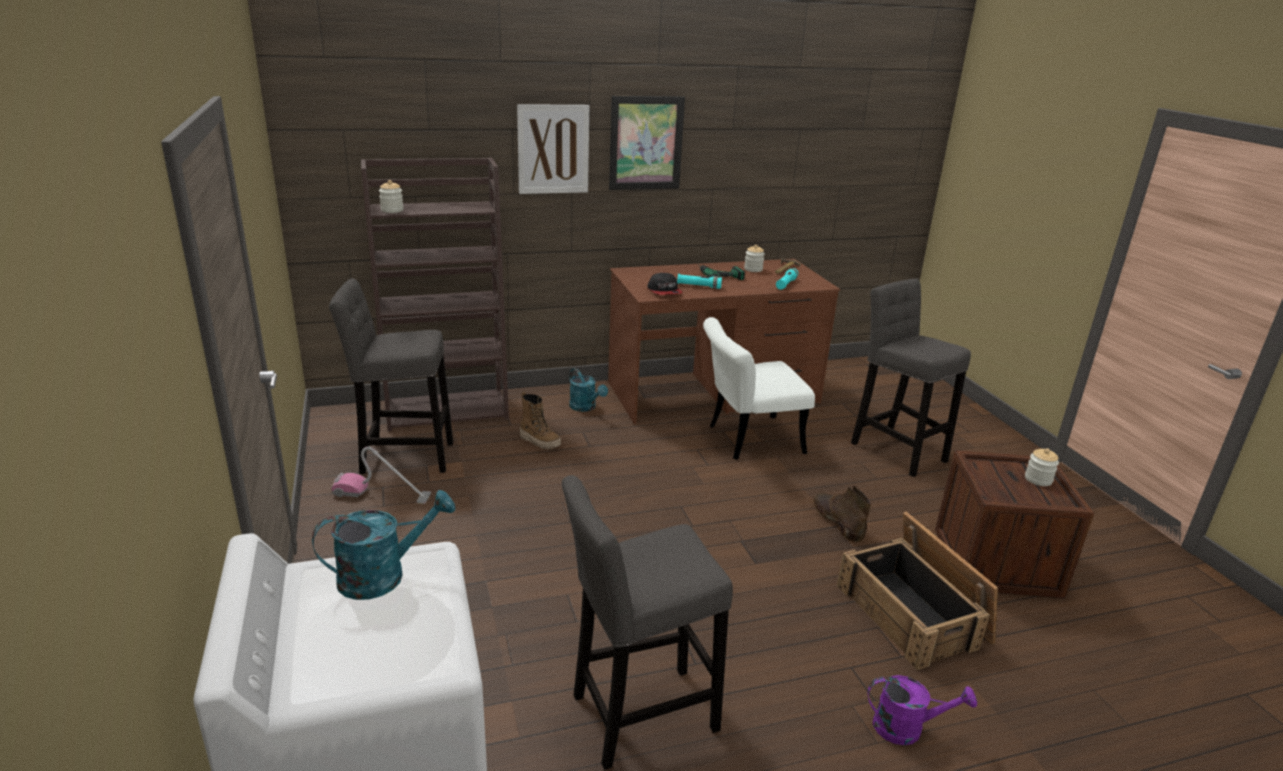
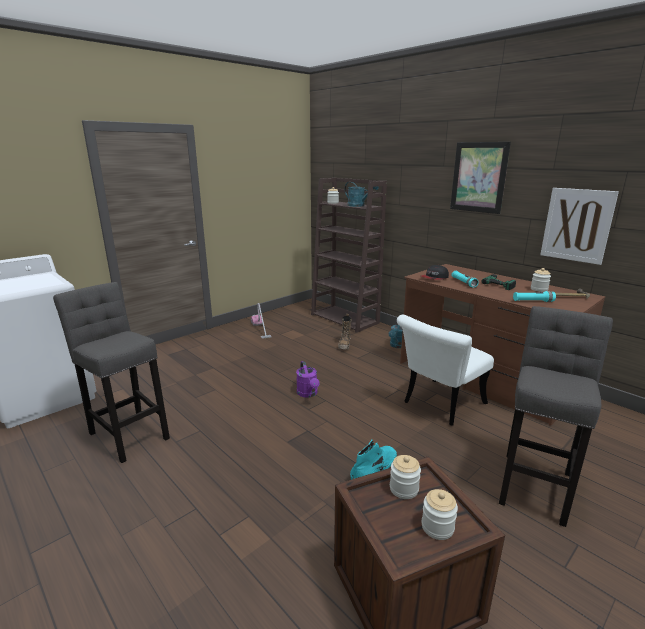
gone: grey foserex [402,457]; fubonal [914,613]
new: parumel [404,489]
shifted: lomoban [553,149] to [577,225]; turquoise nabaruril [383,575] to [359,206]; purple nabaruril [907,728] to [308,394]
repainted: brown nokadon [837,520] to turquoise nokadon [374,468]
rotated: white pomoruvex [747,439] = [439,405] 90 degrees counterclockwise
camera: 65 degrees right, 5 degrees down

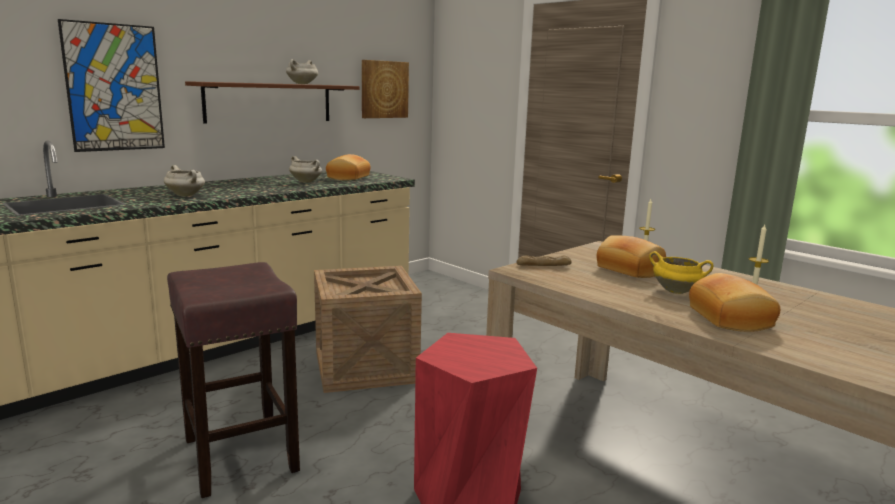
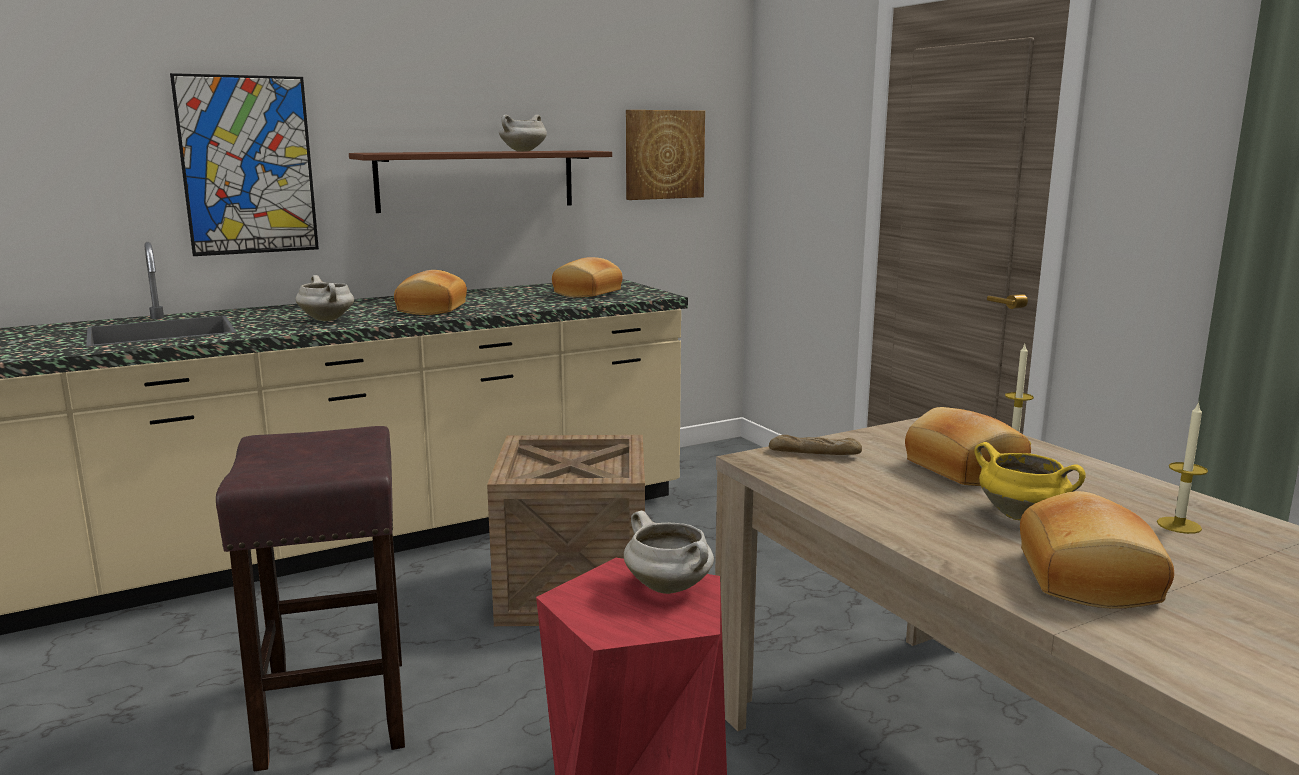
new: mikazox [430,309]
shifted: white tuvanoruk [306,182] to [670,587]
camera: 15 degrees right, 0 degrees up

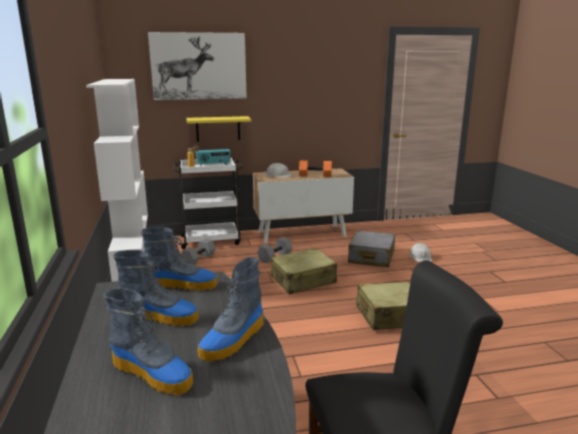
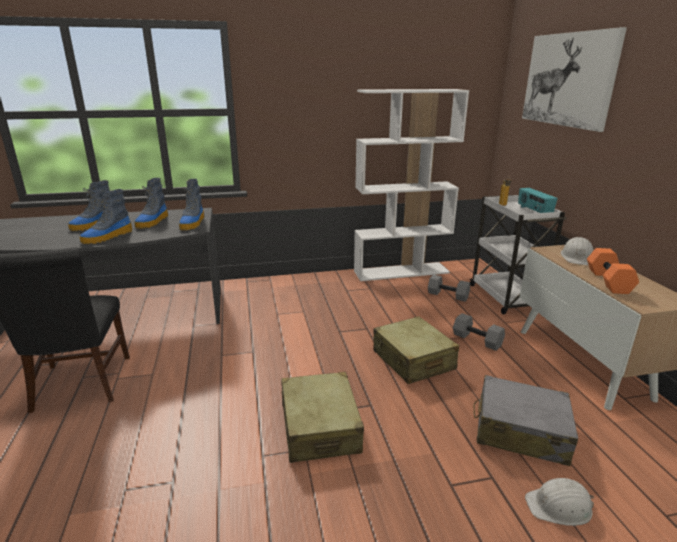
gone: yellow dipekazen [218,128]
rotated: nokadon [233,340] = [107,237] 90 degrees counterclockwise
camera: 90 degrees right, 5 degrees up

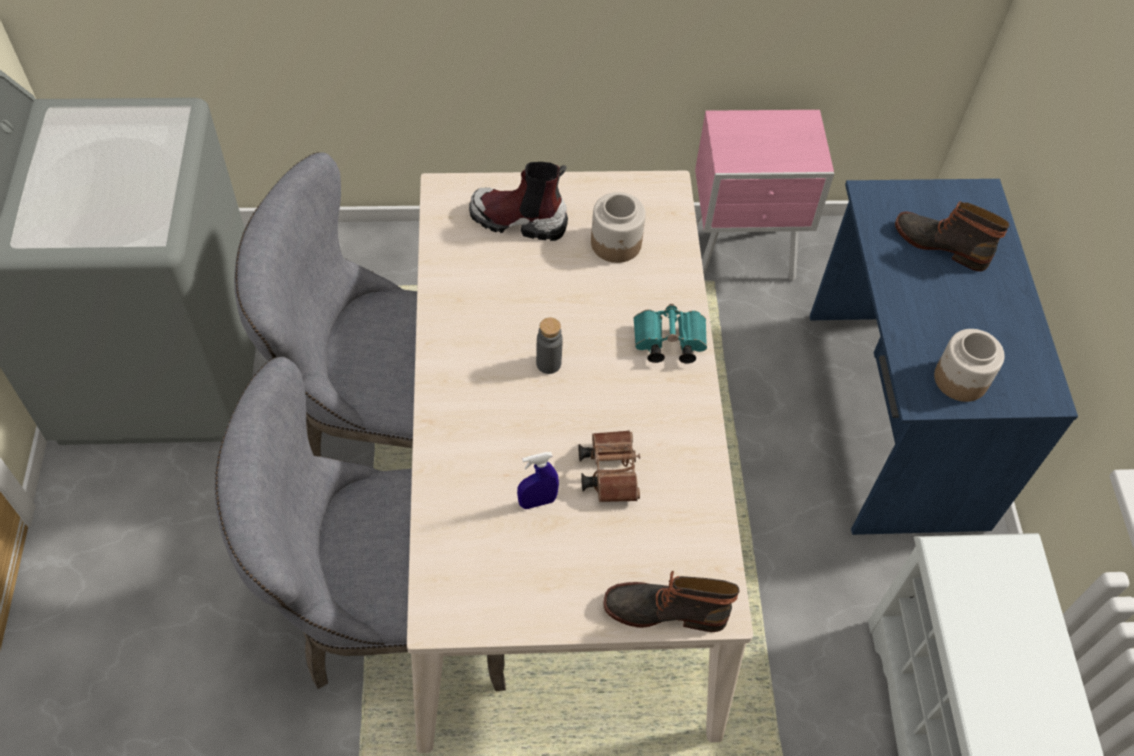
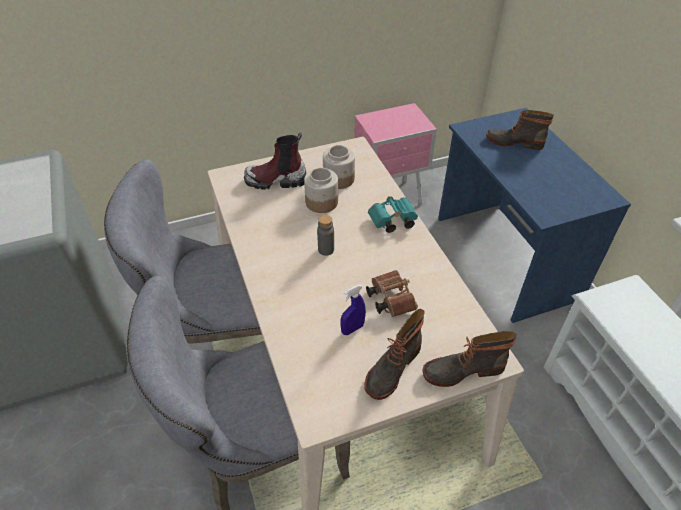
new: nokadon [392,368]
shifted: parumel [959,379] to [321,202]
camera: 15 degrees left, 10 degrees down

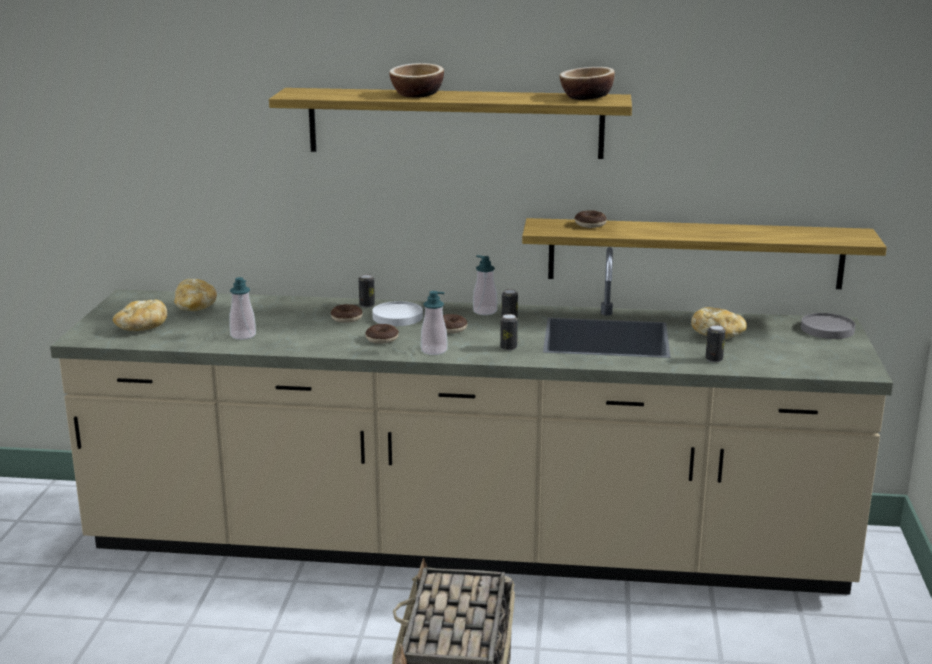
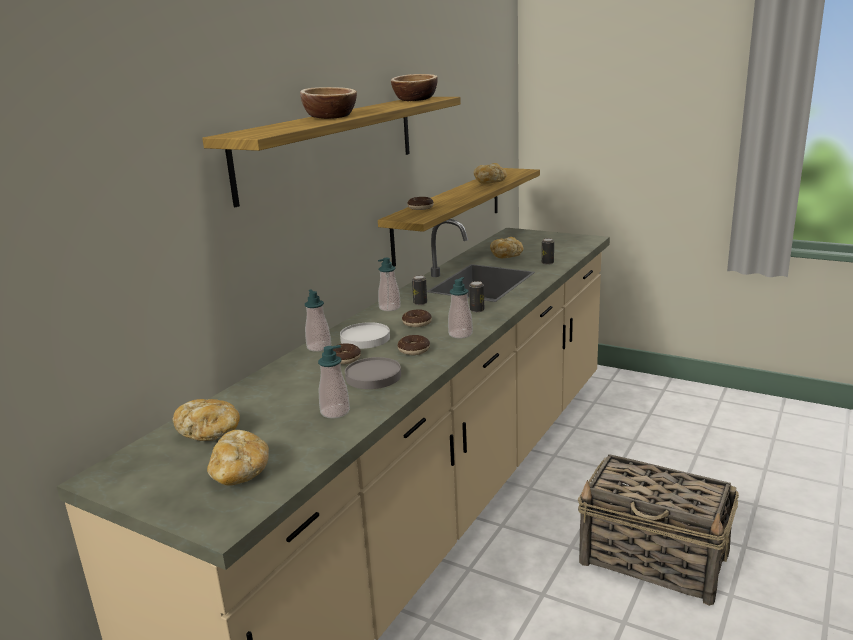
new: mikazox [490,182]
shifted: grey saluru [827,329] to [373,376]
swapped: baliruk [367,305] to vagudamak [319,347]
camera: 65 degrees left, 0 degrees up

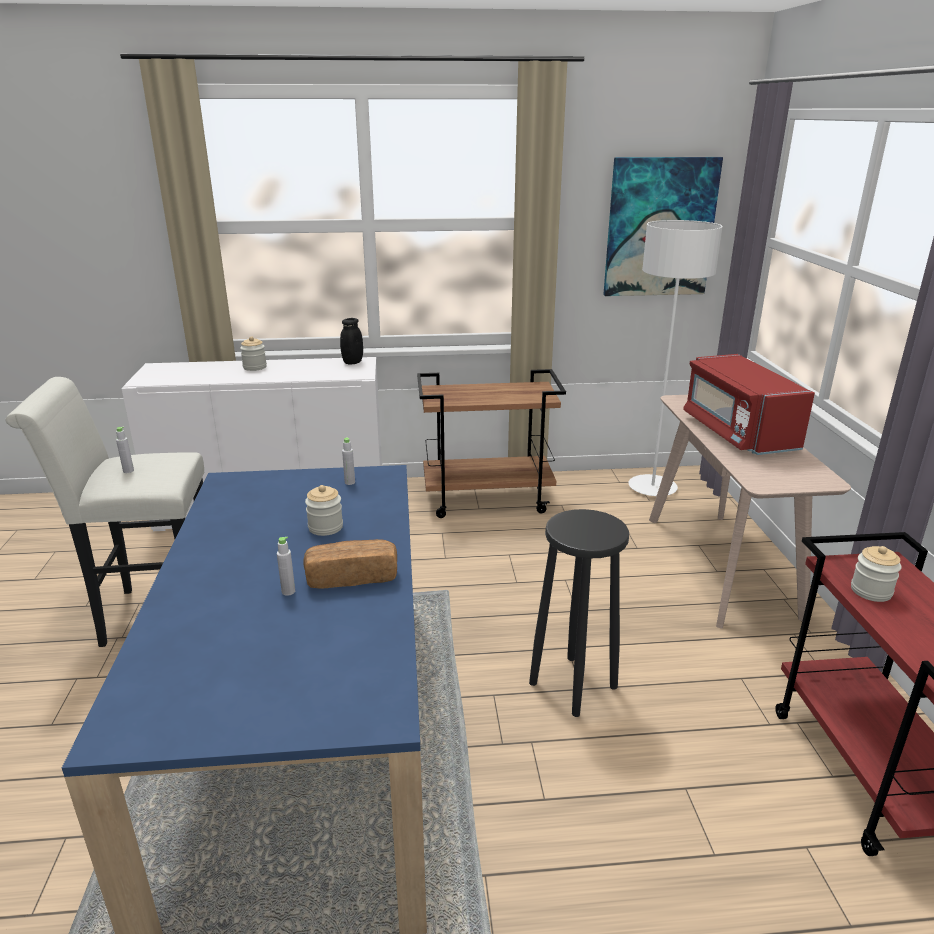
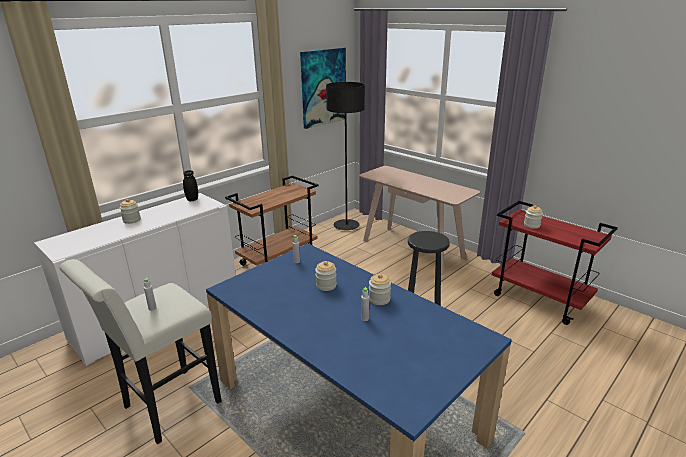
gone: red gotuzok [737,432]
swapped: mikazox [352,577] to parumel [379,299]
repainted: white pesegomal [652,488] to black pesegomal [346,226]
camera: 40 degrees left, 0 degrees up

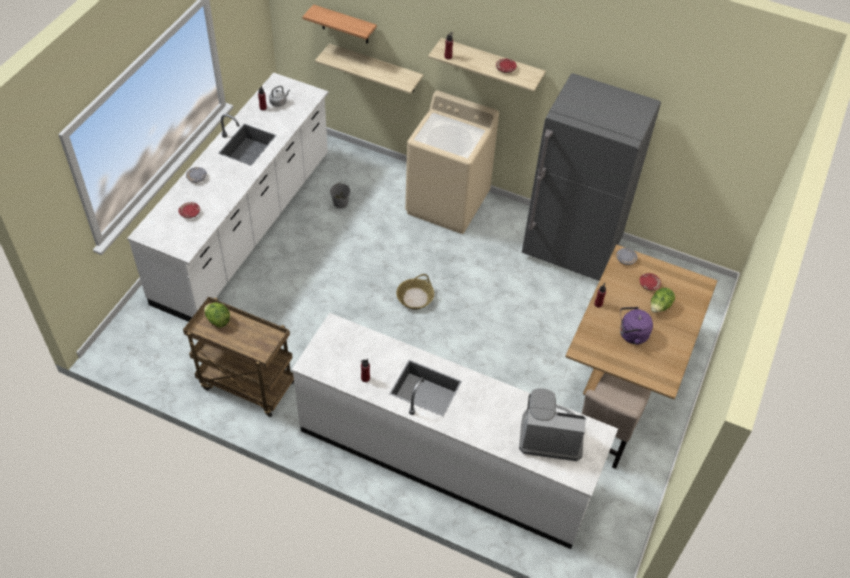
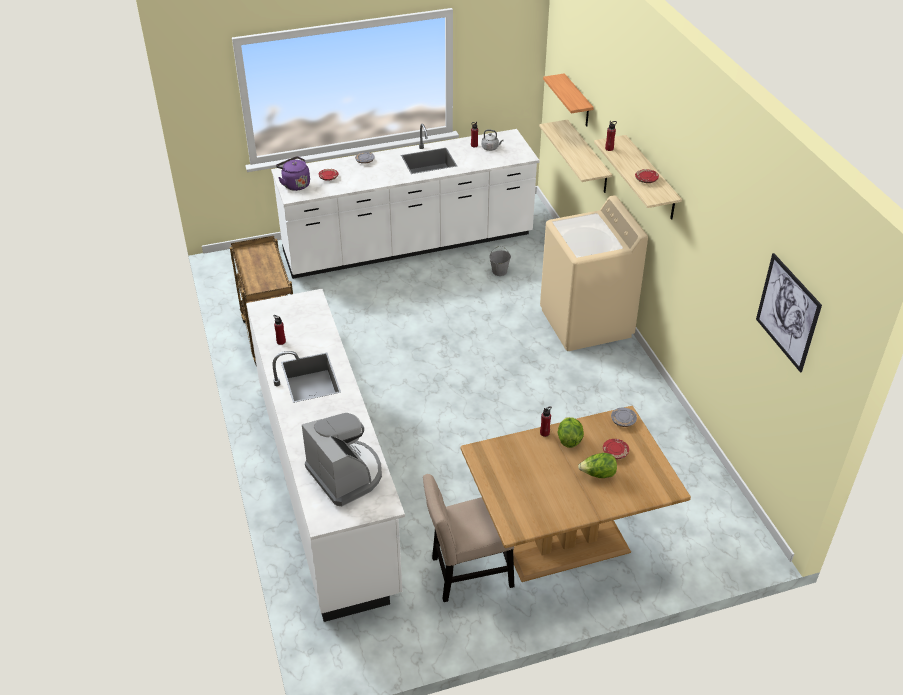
gone: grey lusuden [571,250]; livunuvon [415,297]
new: lomoban [787,312]
shifted: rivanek [218,320] to [569,439]; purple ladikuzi [631,334] to [295,184]
camera: 50 degrees right, 10 degrees down

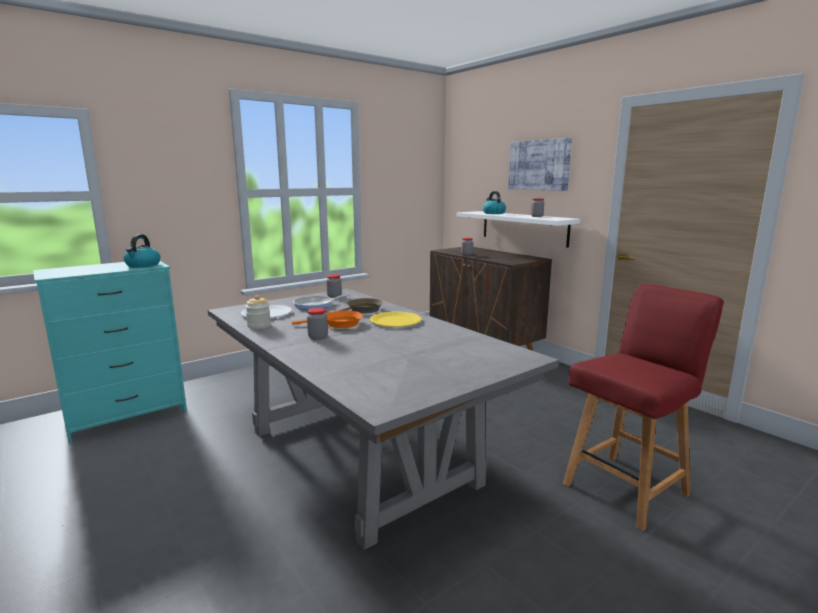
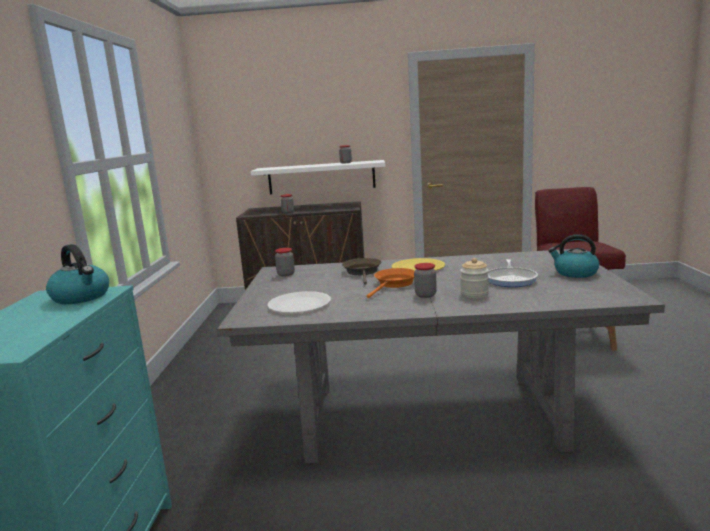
gone: lomoban [539,165]
shifted: ladikuzi [493,213] to [575,273]; parumel [259,326] to [474,294]; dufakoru [315,305] to [511,279]
camera: 50 degrees left, 0 degrees up

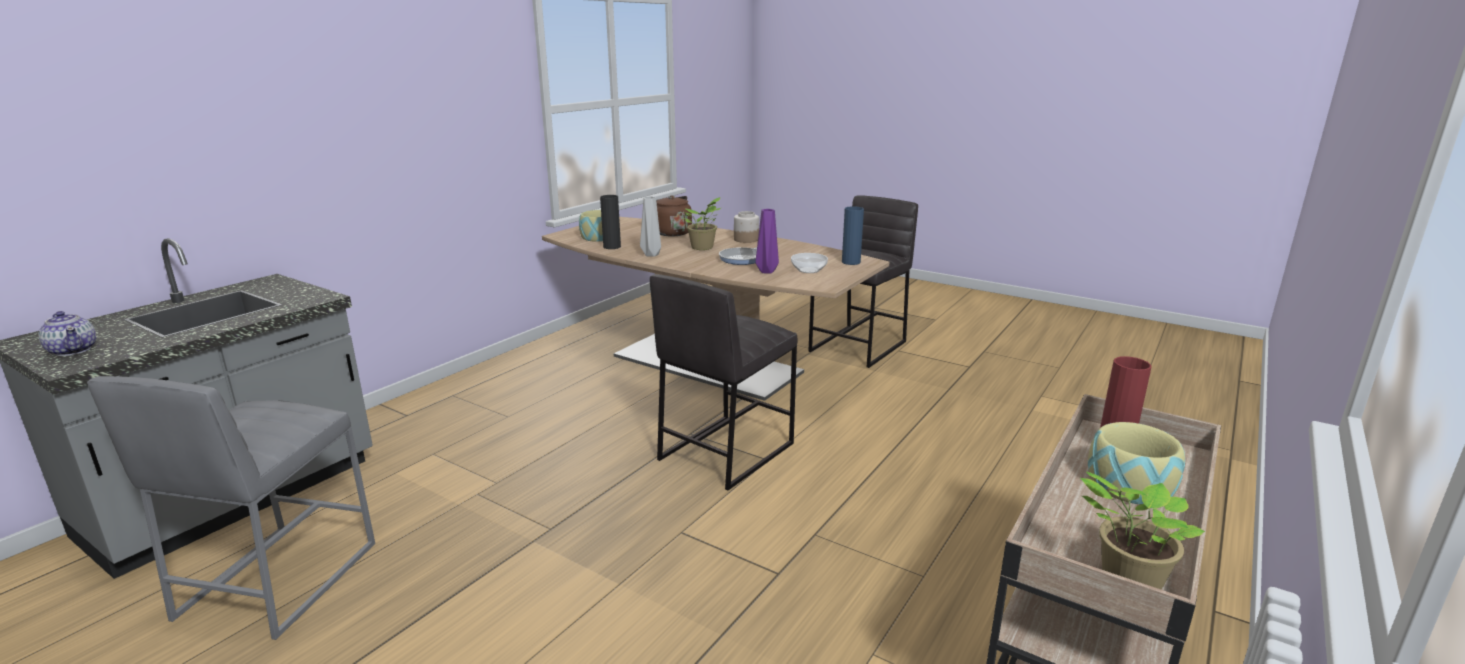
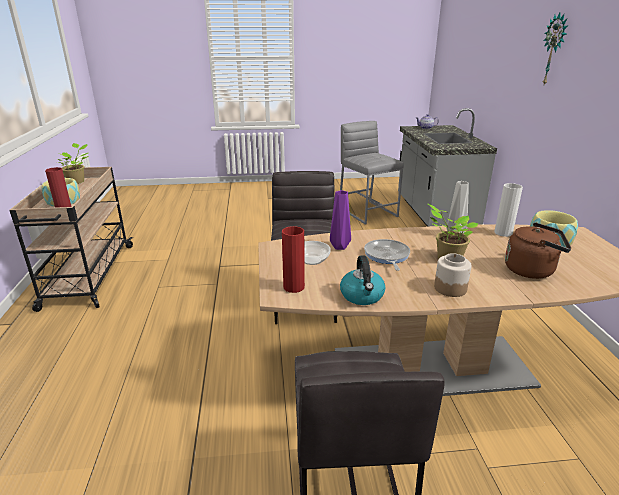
new: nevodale [554,50]; ladikuzi [362,296]
repainted: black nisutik [612,247] to white nisutik [503,233]; blue nisutik [851,262] to red nisutik [294,287]
camera: 140 degrees right, 5 degrees up

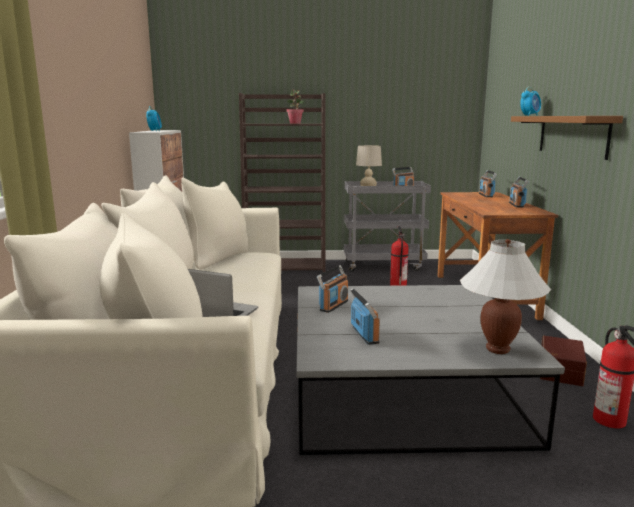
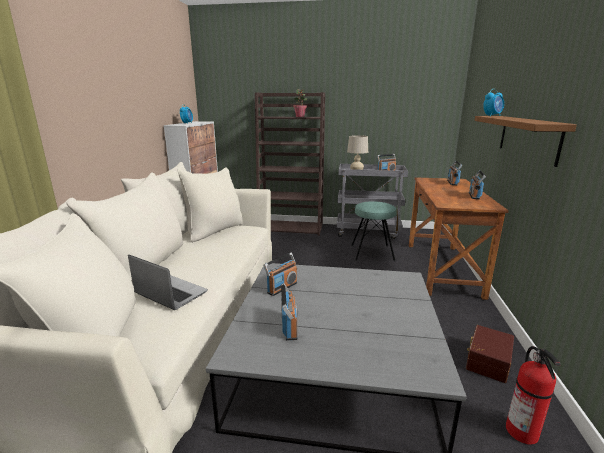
gone: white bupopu [497,349]
swapped: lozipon [398,285] to turquoise foserex [372,253]
camera: 10 degrees right, 5 degrees up

